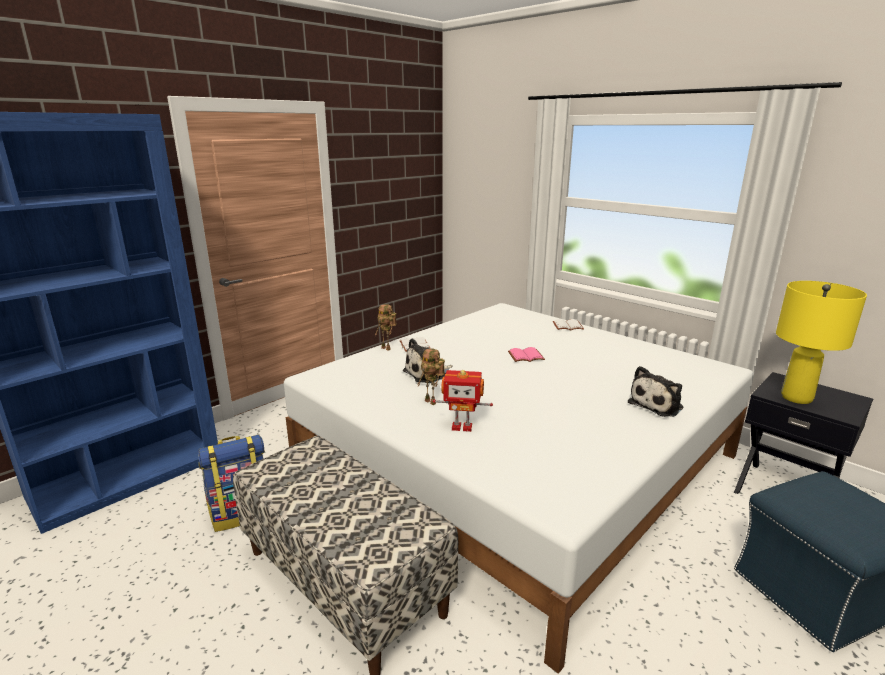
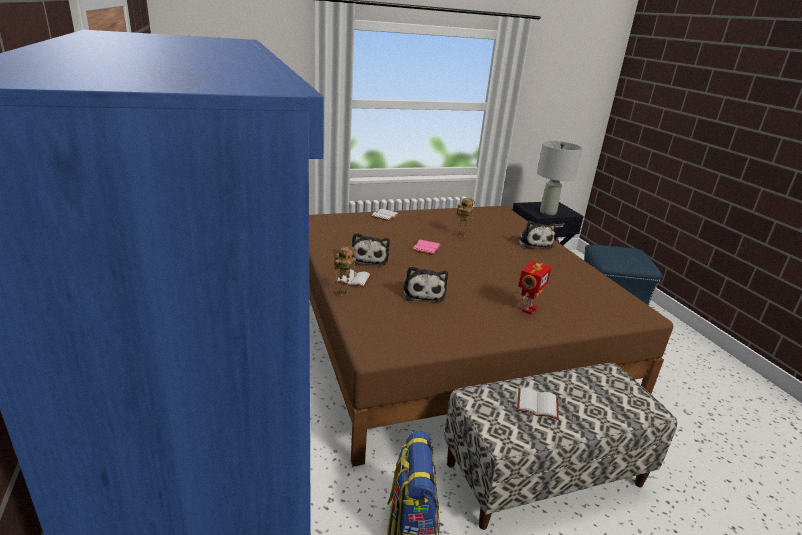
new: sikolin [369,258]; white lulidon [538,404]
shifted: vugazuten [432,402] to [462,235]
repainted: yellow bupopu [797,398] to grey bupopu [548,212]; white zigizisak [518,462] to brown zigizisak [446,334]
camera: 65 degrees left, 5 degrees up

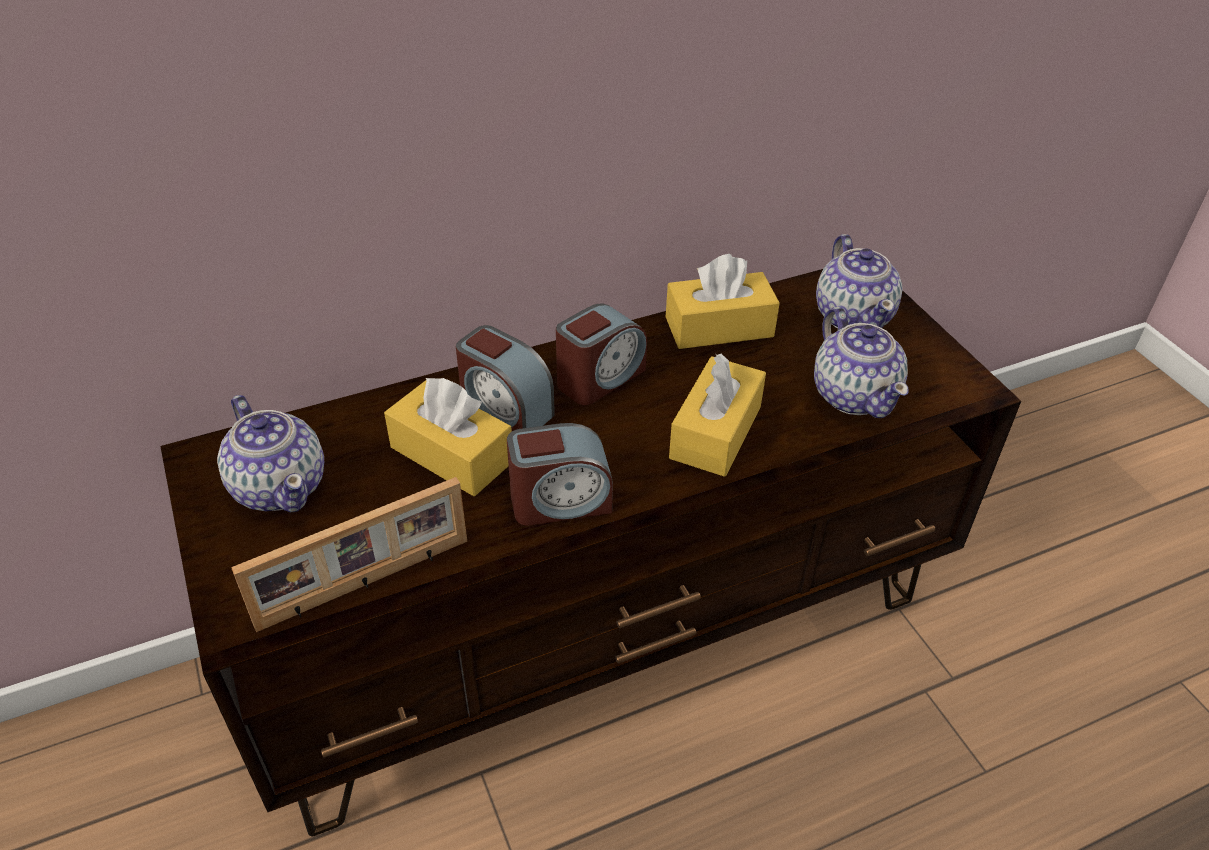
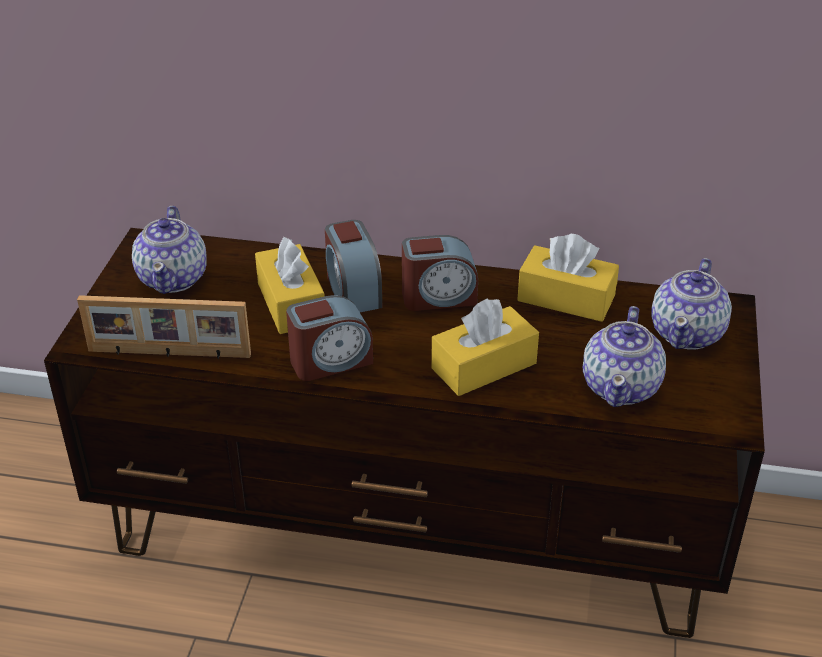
rotated: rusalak [560,501] = [330,361] 45 degrees counterclockwise
camera: 35 degrees right, 5 degrees down

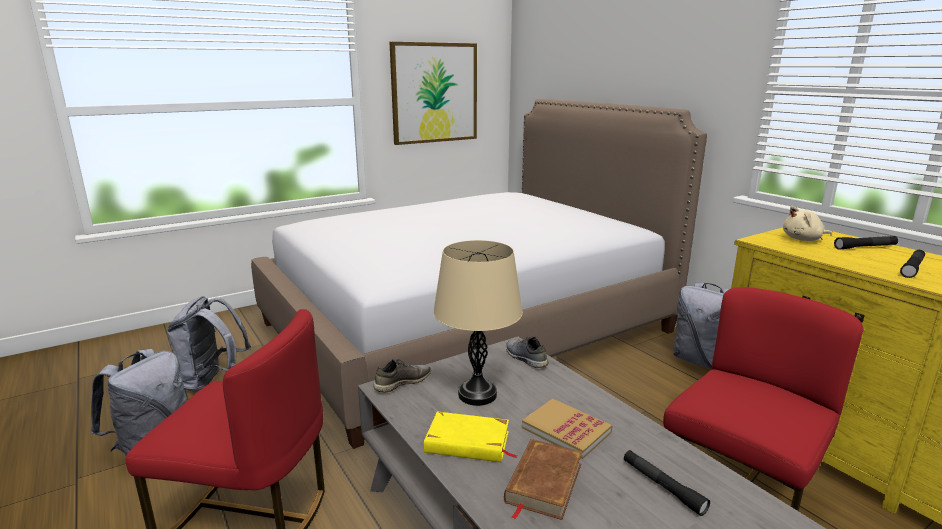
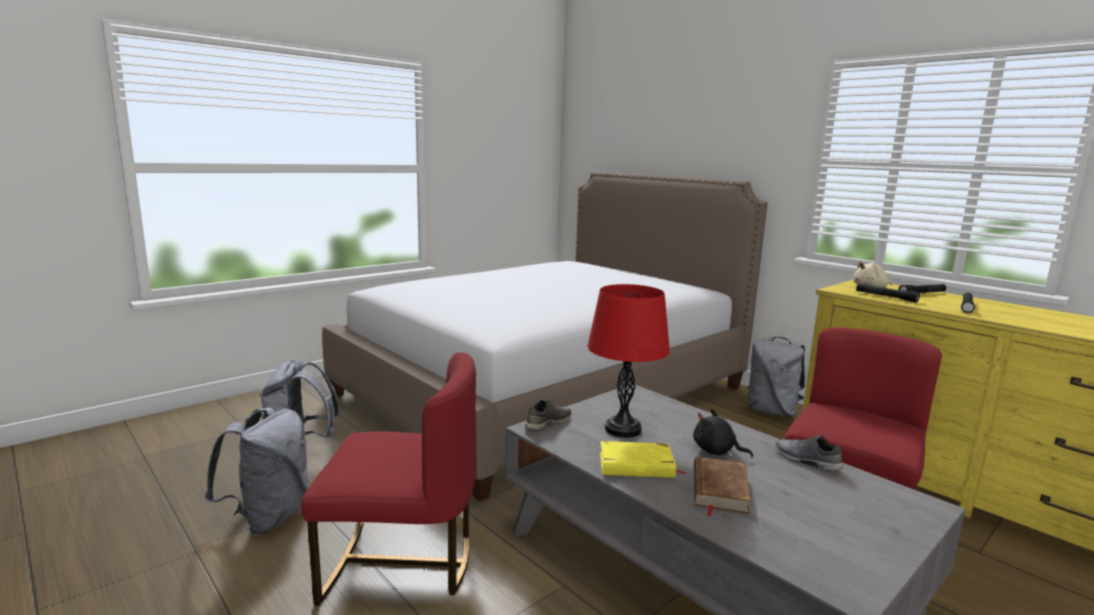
gone: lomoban [434,93]
shifted: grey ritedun [525,358] to [806,461]; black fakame [662,487] to [886,297]
swapped: lulidon [566,430] to black sikolin [716,451]
repainted: beige bupopu [477,394] to red bupopu [623,429]
camera: 10 degrees left, 5 degrees down

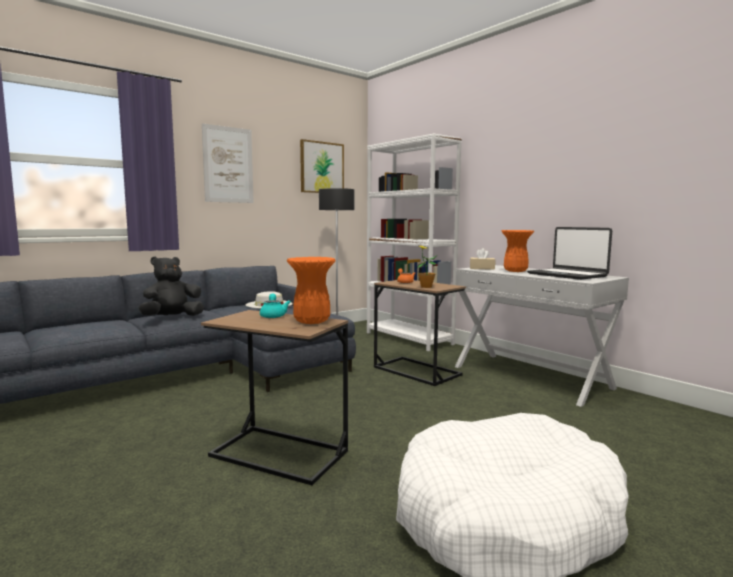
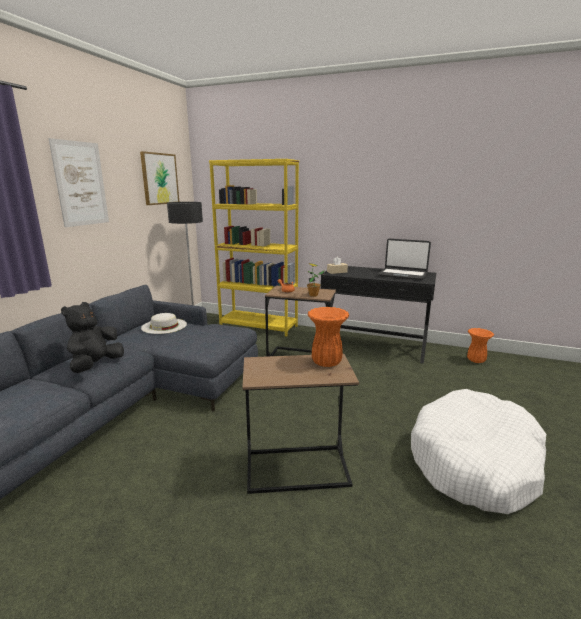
gone: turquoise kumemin [273,315]
shifted: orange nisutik [515,271] to [475,360]
repainted: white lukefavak [408,338] to yellow lukefavak [258,326]; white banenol [530,377] to black banenol [374,345]
camera: 30 degrees left, 10 degrees up

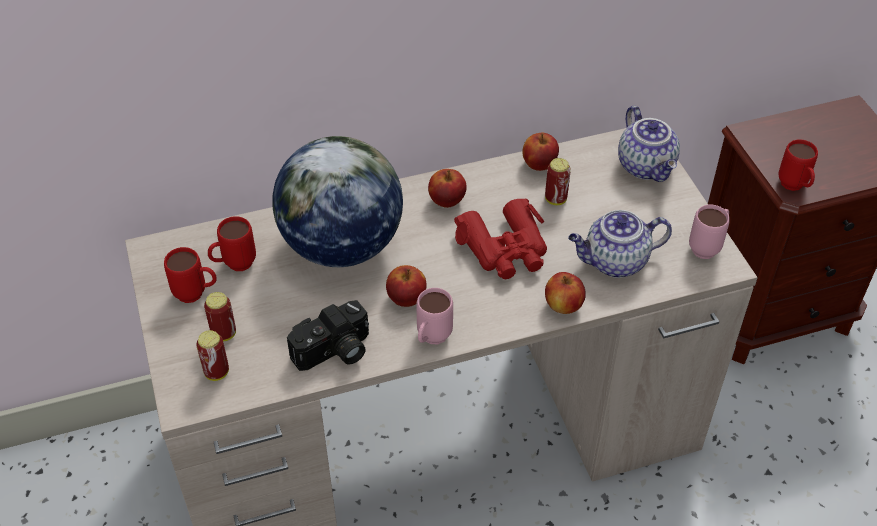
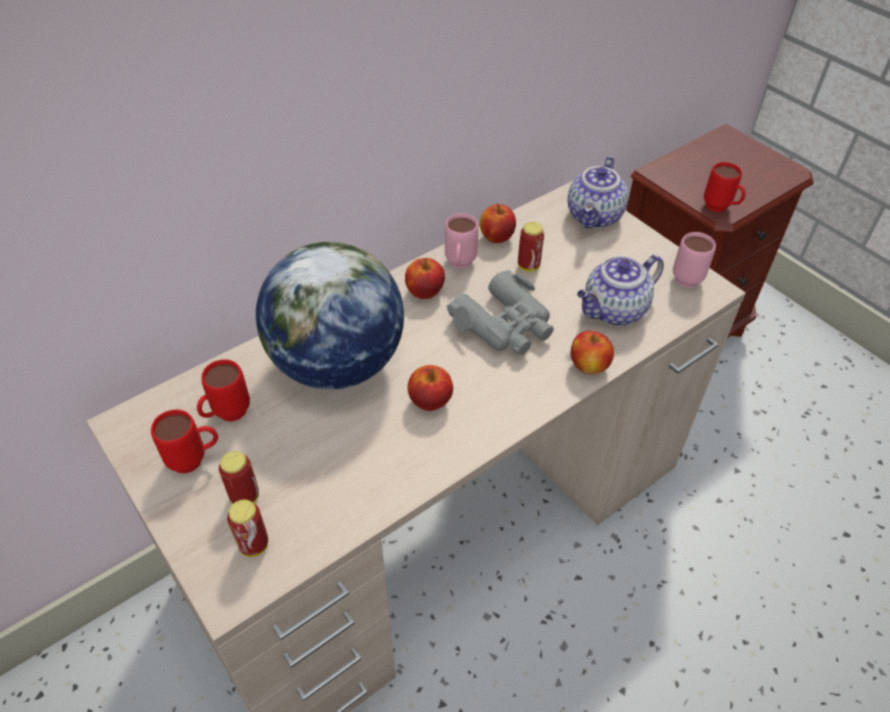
gone: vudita [334,352]
shifted: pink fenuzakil [431,340] to [459,266]
repainted: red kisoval [505,249] to grey kisoval [505,325]
rotated: kumemin [647,166] = [595,217] 60 degrees clockwise
camera: 20 degrees left, 0 degrees up

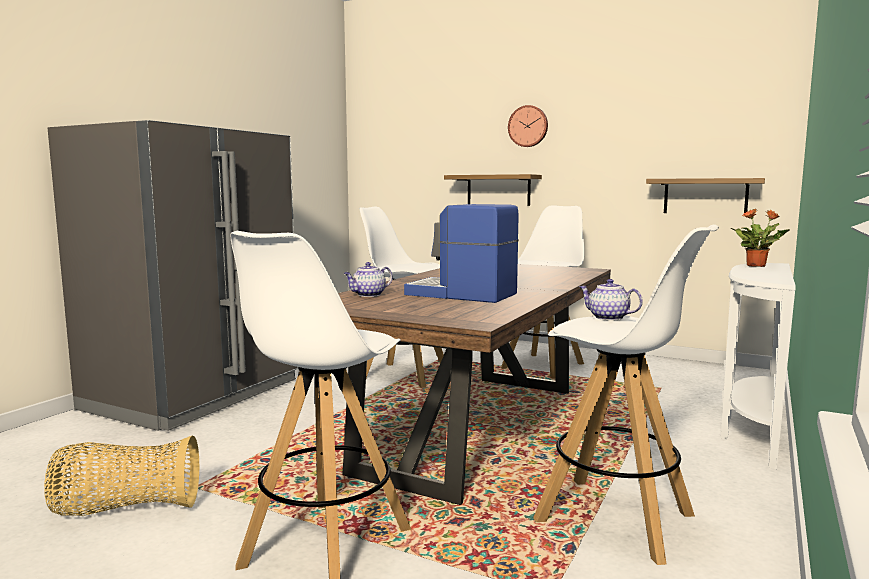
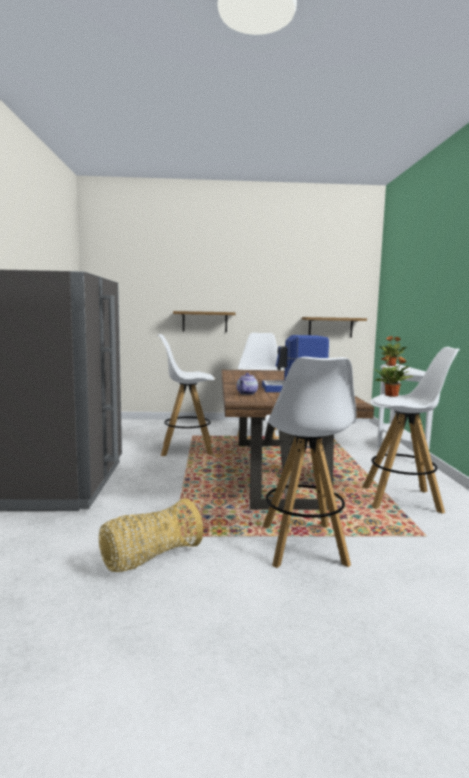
gone: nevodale [528,126]
swapped: kumemin [607,317] to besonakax [392,396]
camera: 30 degrees left, 0 degrees up

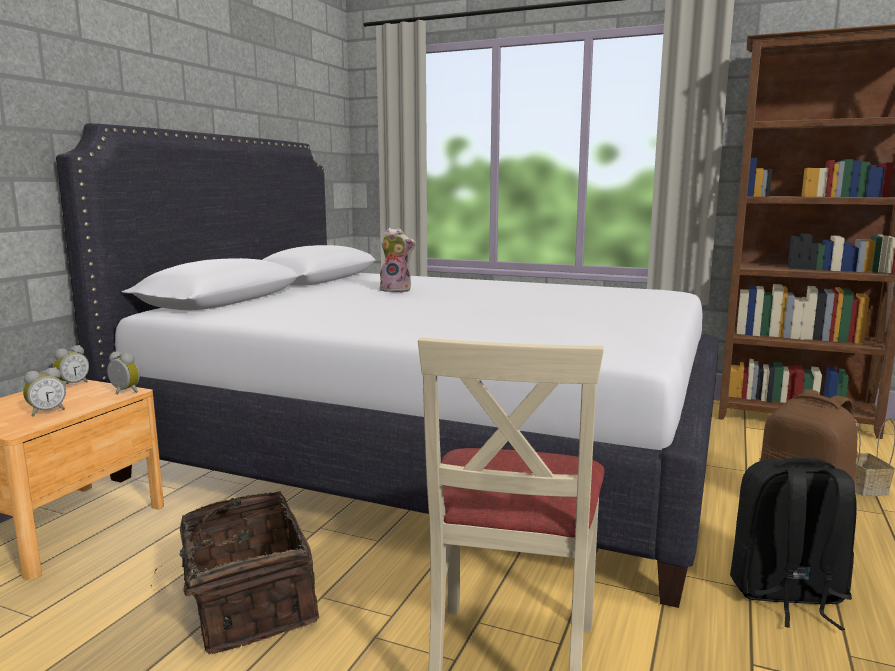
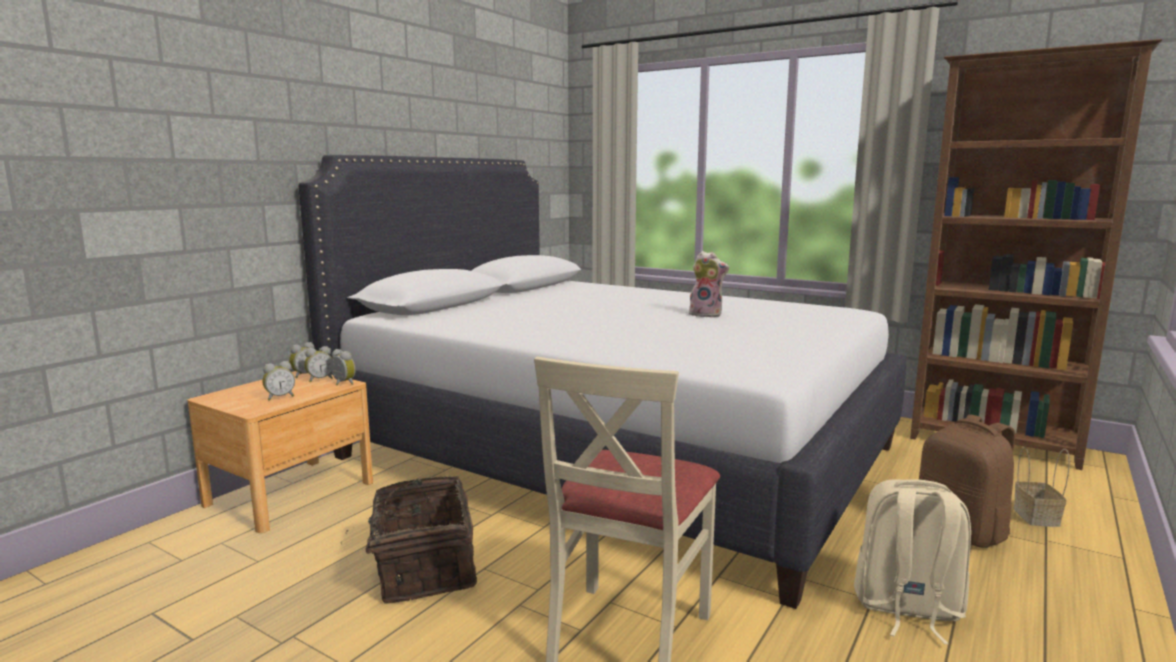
new: rusalak [320,379]
shifted: sikolin [397,290] to [706,314]
repainted: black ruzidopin [787,595] to beige ruzidopin [906,609]
camera: 10 degrees right, 0 degrees up

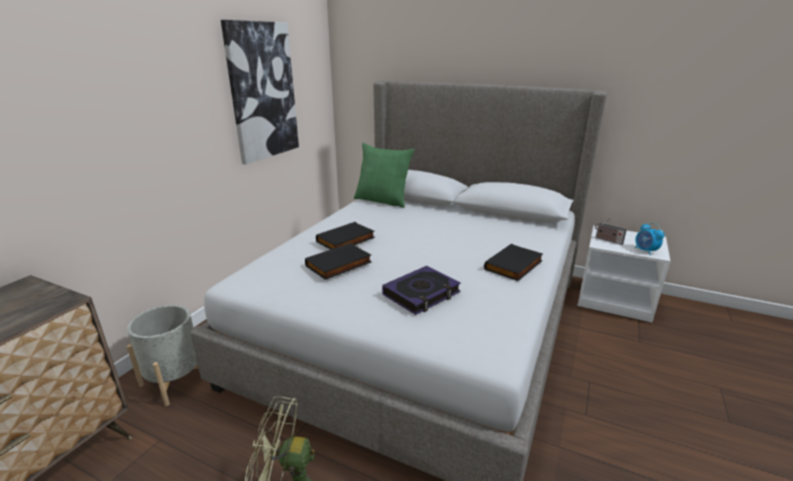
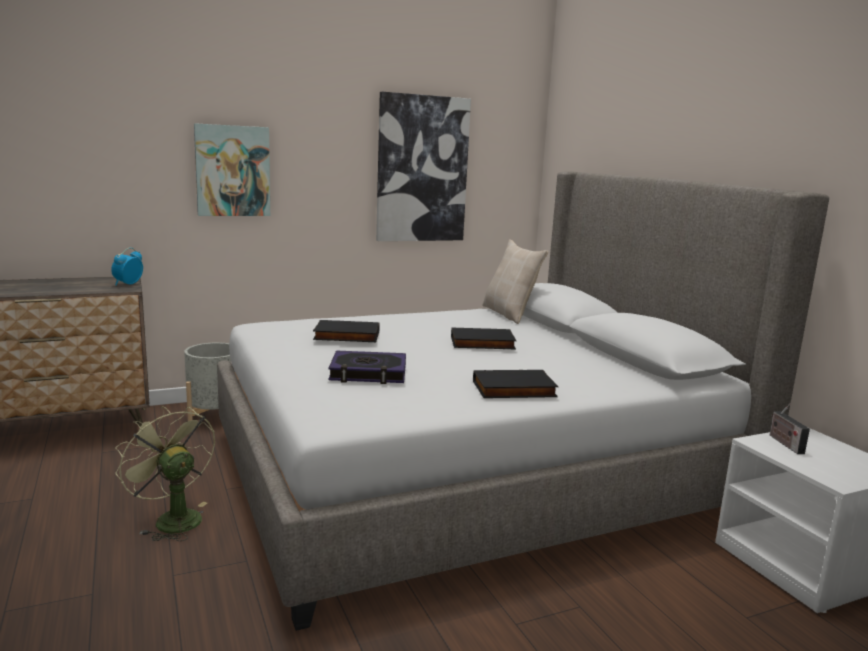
new: lomoban [232,171]
shifted: black lulidon [346,240] to [482,343]; rusalak [645,251] to [127,284]
repainted: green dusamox [383,200] to beige dusamox [510,314]
camera: 40 degrees right, 10 degrees down

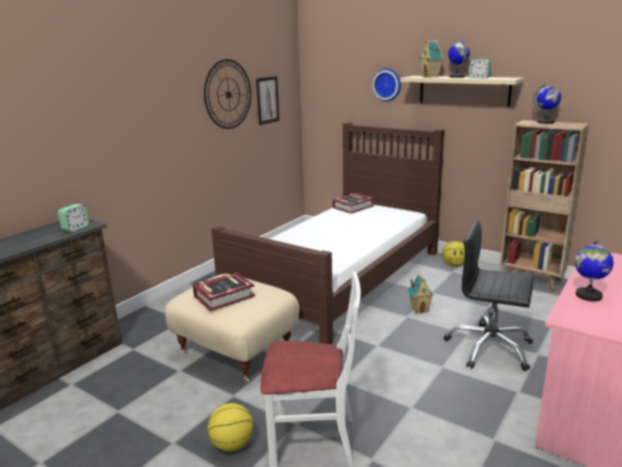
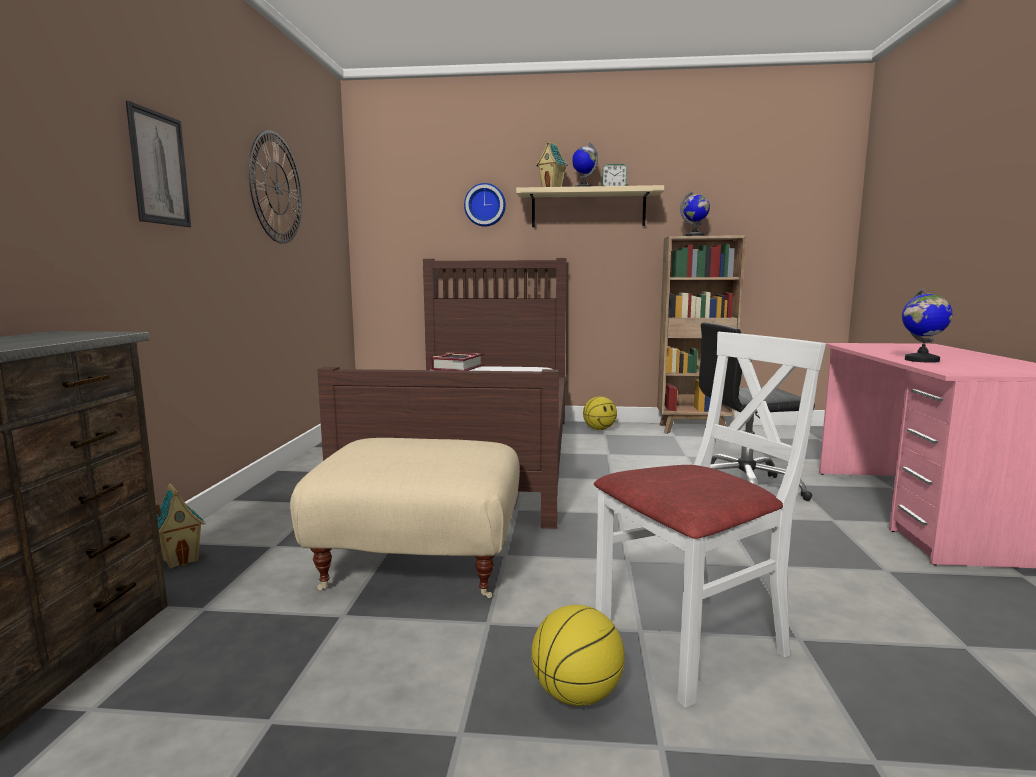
gone: rusalak [75,228]; lulidon [224,296]
shifted: lomoban [267,100] to [159,168]; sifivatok [419,310] to [181,560]
camera: 30 degrees left, 10 degrees down

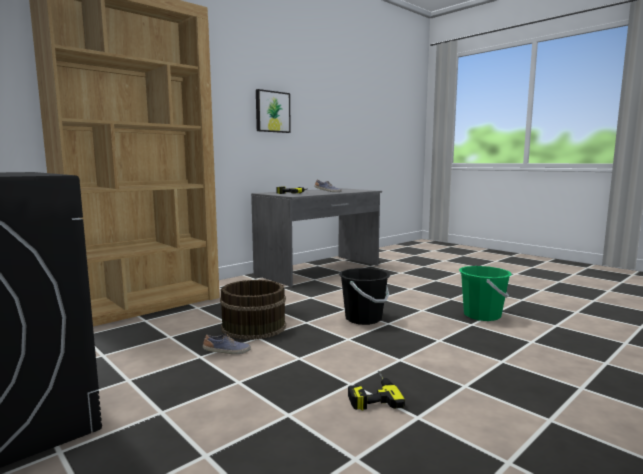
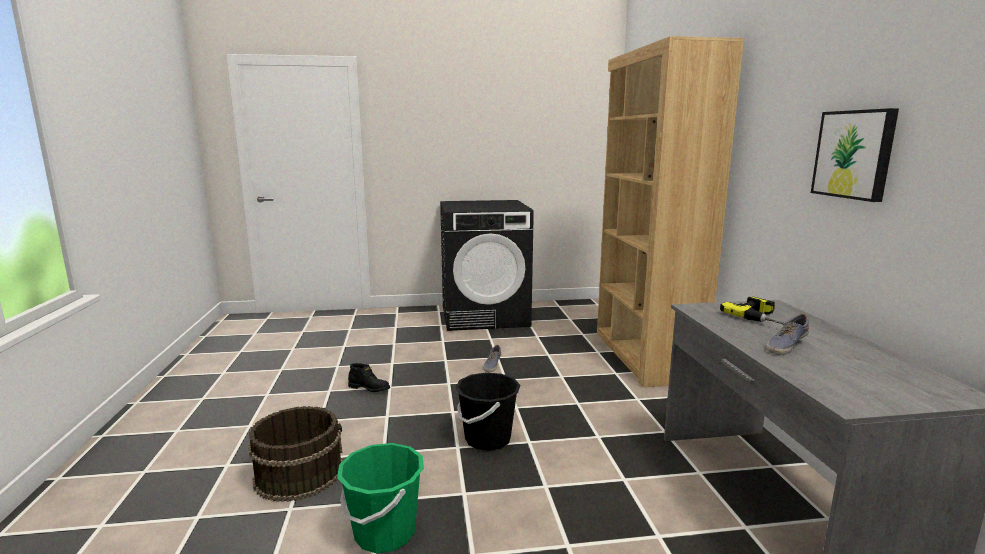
shifted: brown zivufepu [253,327] to [299,473]
swapped: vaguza [371,394] to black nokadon [369,388]
camera: 125 degrees right, 5 degrees up

